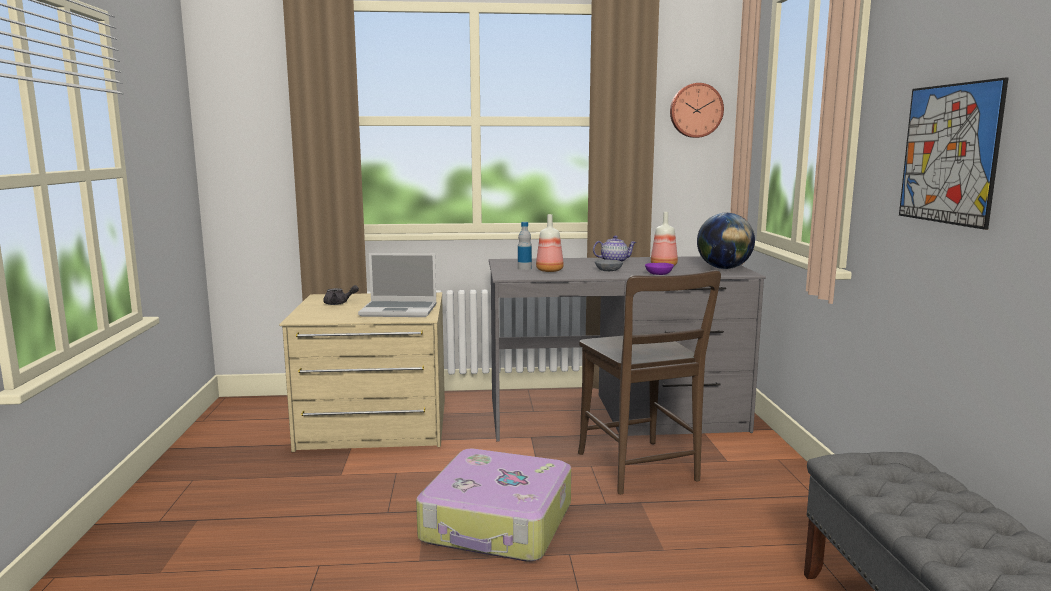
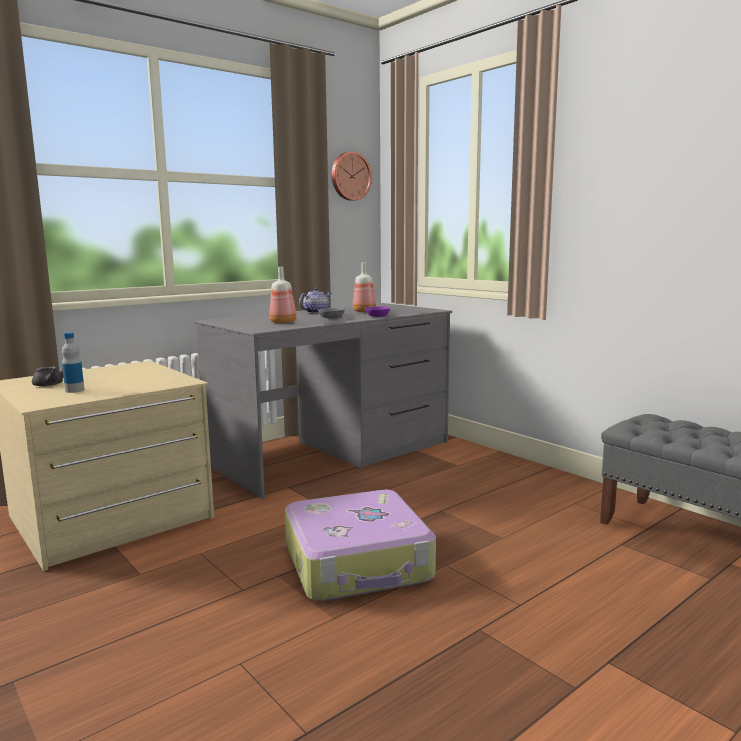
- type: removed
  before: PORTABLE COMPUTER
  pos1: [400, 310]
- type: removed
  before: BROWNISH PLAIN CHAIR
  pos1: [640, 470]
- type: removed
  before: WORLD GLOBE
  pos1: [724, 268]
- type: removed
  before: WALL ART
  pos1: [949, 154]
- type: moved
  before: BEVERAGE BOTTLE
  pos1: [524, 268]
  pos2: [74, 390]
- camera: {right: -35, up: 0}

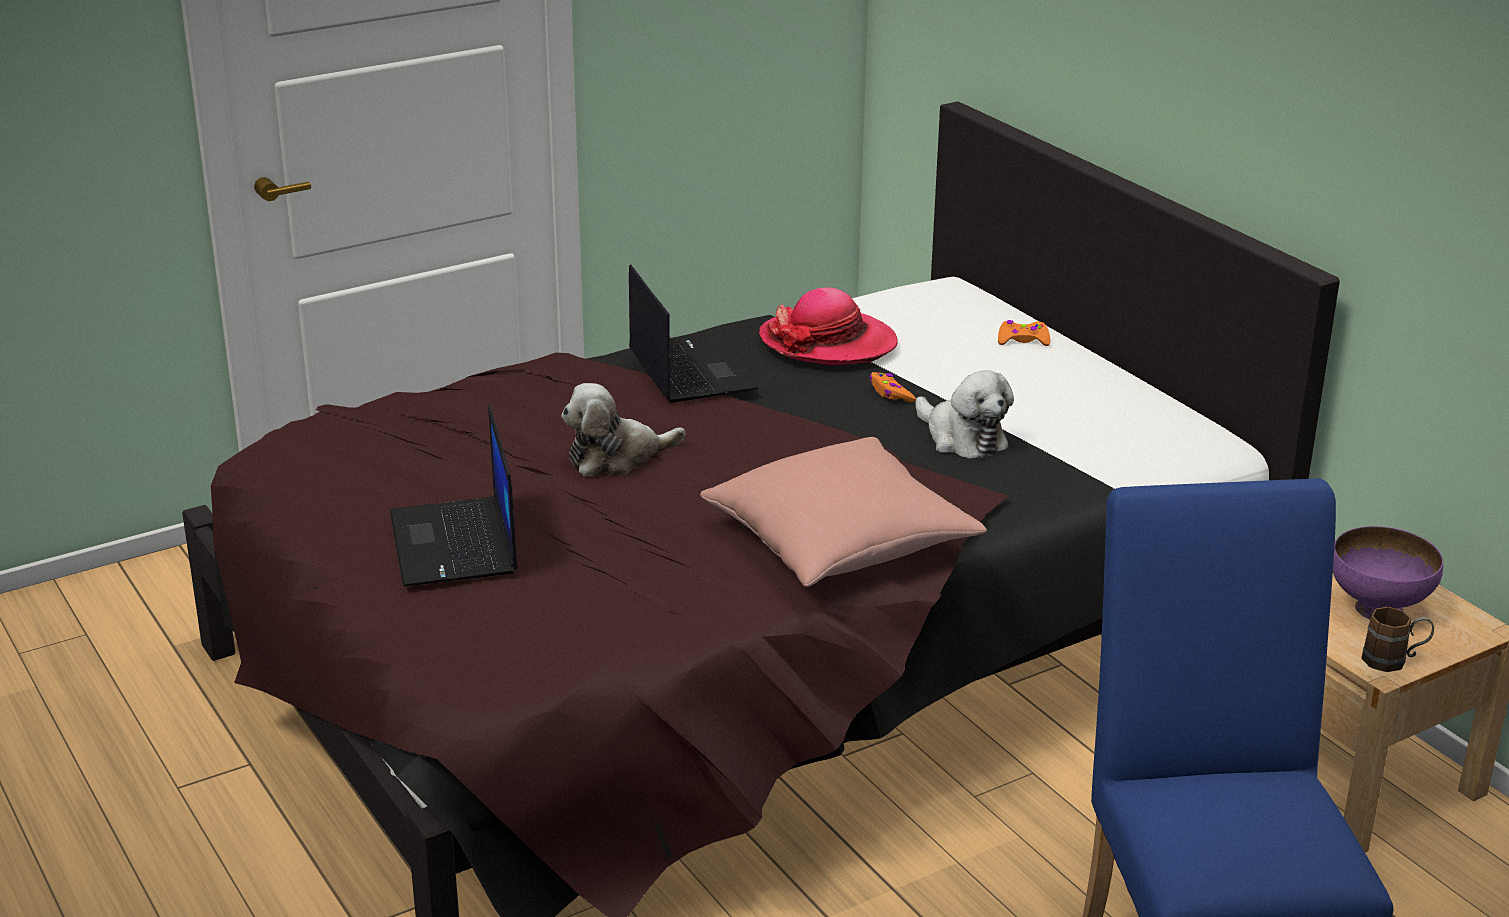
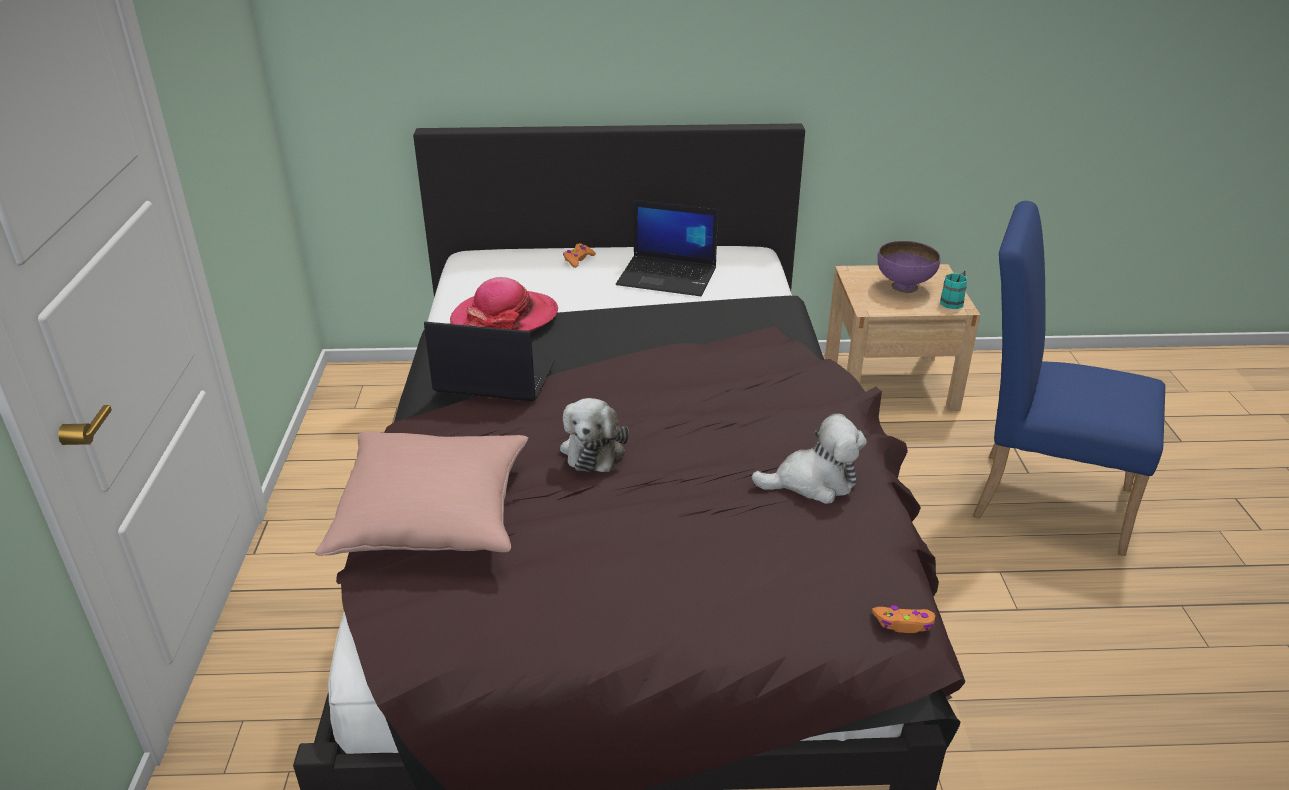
- type: moved
  before: PORTABLE COMPUTER
  pos1: [456, 544]
  pos2: [668, 276]
- type: moved
  before: PINK-COLOURED CUSHION
  pos1: [840, 543]
  pos2: [432, 515]
- type: moved
  before: ORANGE-COLOURED GAMEPAD
  pos1: [890, 394]
  pos2: [903, 624]
- type: moved
  before: CUDDLY TOY
  pos1: [962, 438]
  pos2: [813, 482]
- type: recoloured
  before: BROWNISH MUG
  after: TURQUOISE MUG
  pos1: [1394, 660]
  pos2: [953, 301]
- camera: {right: -60, up: 5}

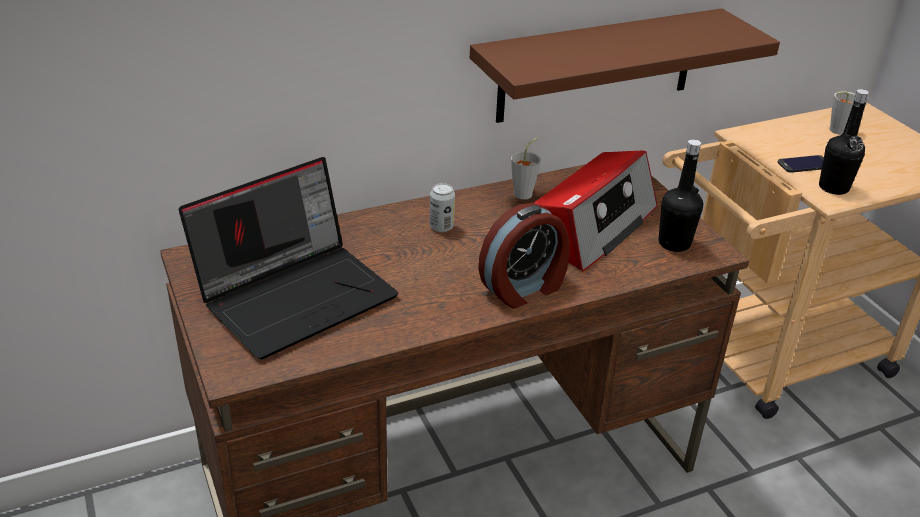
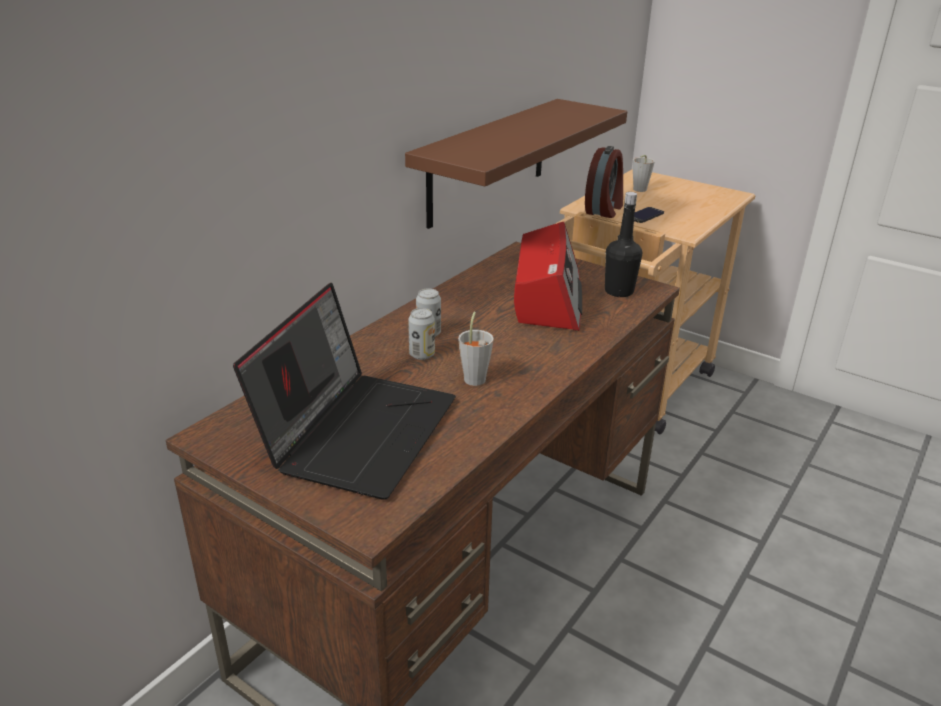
- type: removed
  before: BLACKISH BEVERAGE BOTTLE
  pos1: [833, 187]
- type: added
  after: CAN
  pos2: [422, 354]
- type: moved
  before: TABLE CLOCK
  pos1: [524, 288]
  pos2: [604, 209]
- type: moved
  before: GRAY DRINKING CUP
  pos1: [525, 192]
  pos2: [475, 377]
- camera: {right: -30, up: -5}

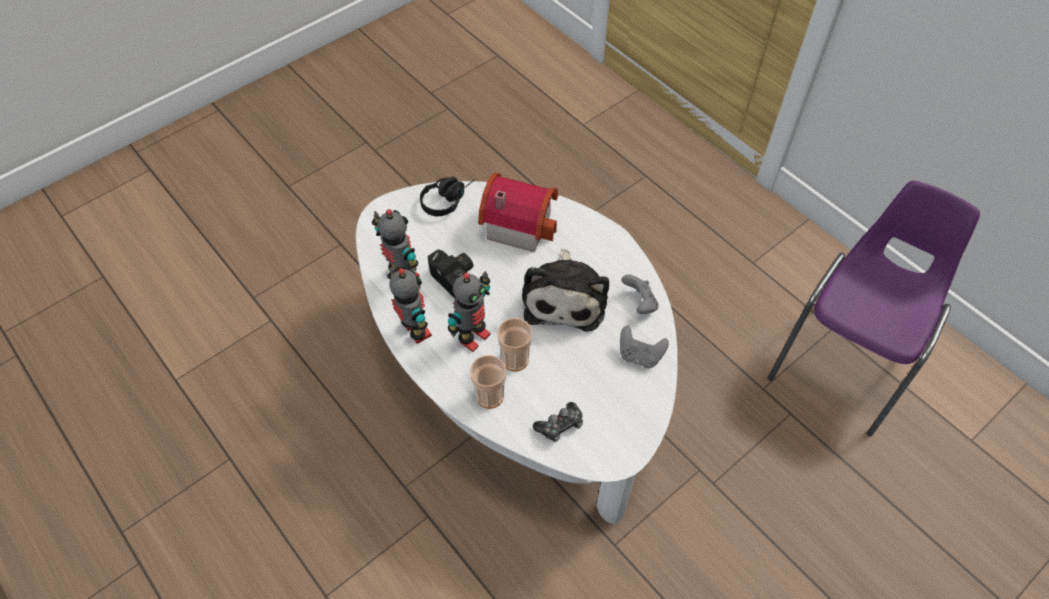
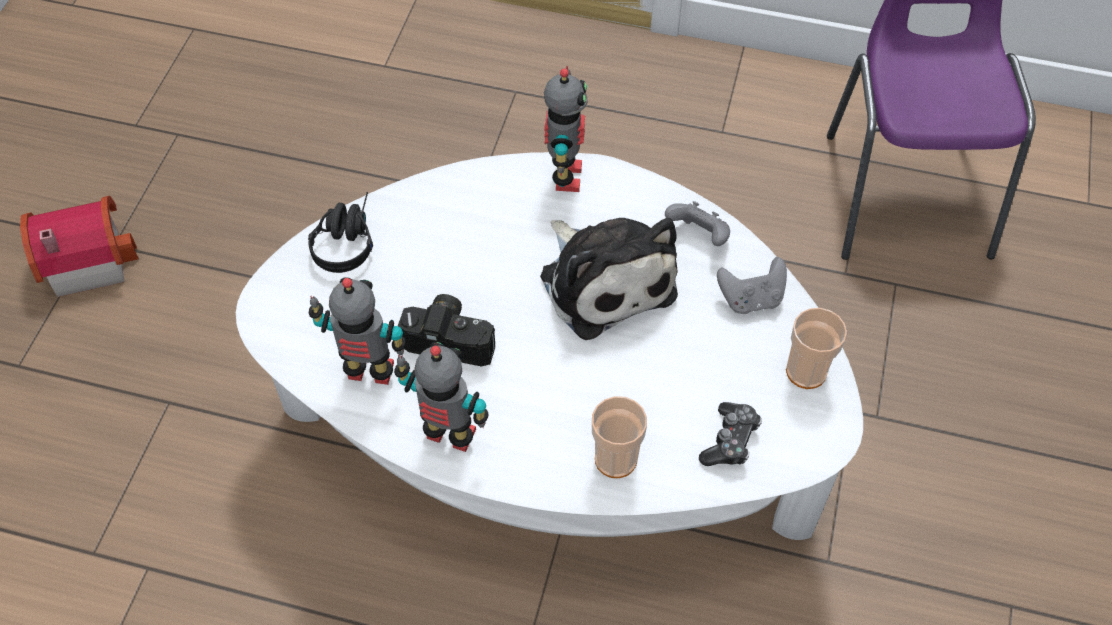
- type: moved
  before: ROBOT FIGURE
  pos1: [473, 337]
  pos2: [565, 177]
- type: moved
  before: MINIATURE HOUSE
  pos1: [518, 223]
  pos2: [85, 259]
- type: moved
  before: DRINKING CUP
  pos1: [515, 359]
  pos2: [806, 371]
- camera: {right: -35, up: 0}

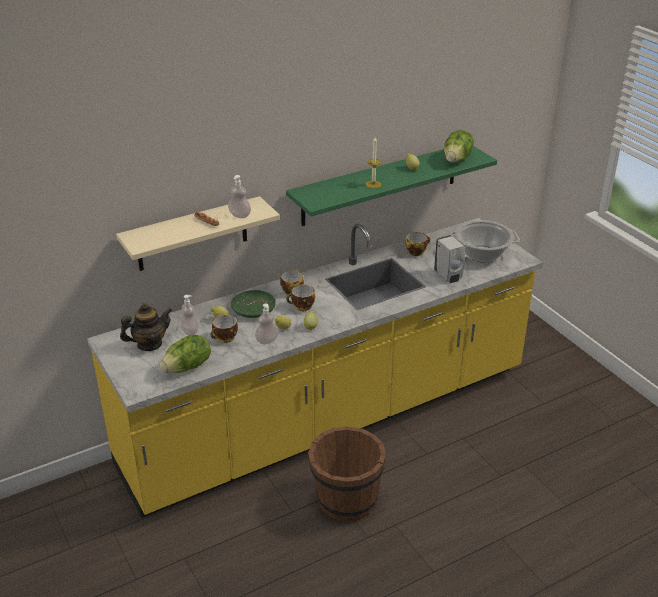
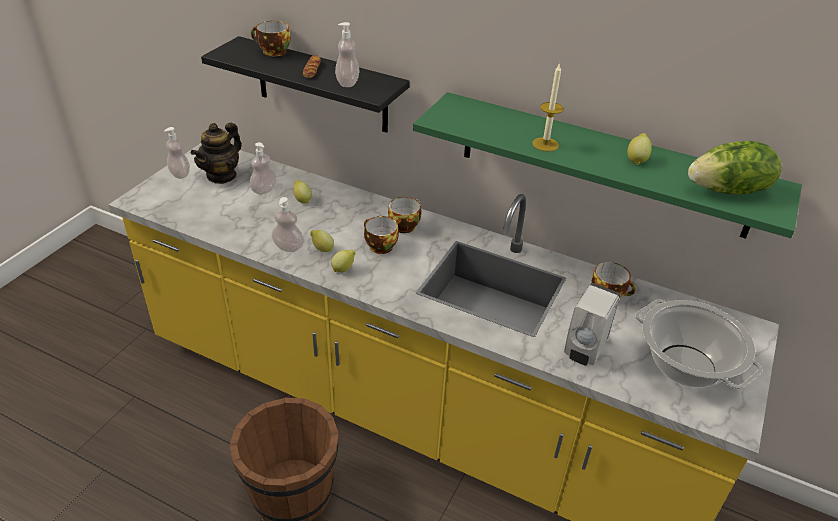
- type: removed
  before: LETTUCE
  pos1: [188, 367]
- type: removed
  before: GREEN-COLOURED FLAT DISH
  pos1: [253, 309]
- type: added
  after: SOAP DISPENSER
  pos2: [180, 174]
- type: moved
  before: DRINKING CUP
  pos1: [225, 338]
  pos2: [272, 52]
- type: recoloured
  before: SAND-COLOURED WALL SHELF
  after: BLACKISH WALL SHELF
  pos1: [192, 234]
  pos2: [321, 85]
- type: turned
  before: TEA POT
  pos1: [149, 344]
  pos2: [221, 175]
  turn: 90
- camera: {right: 55, up: 5}

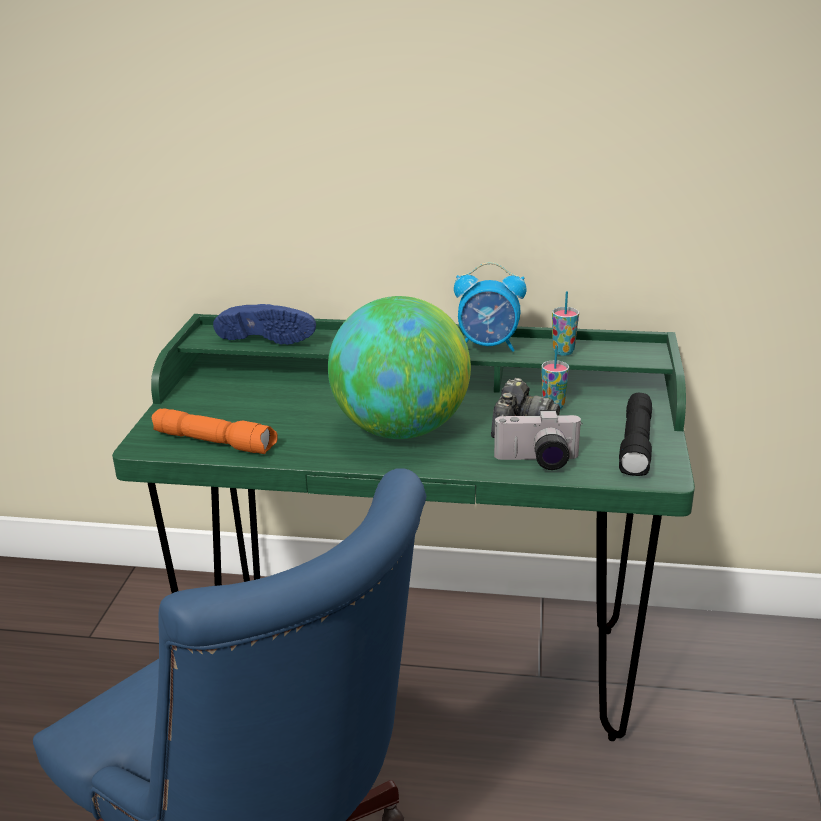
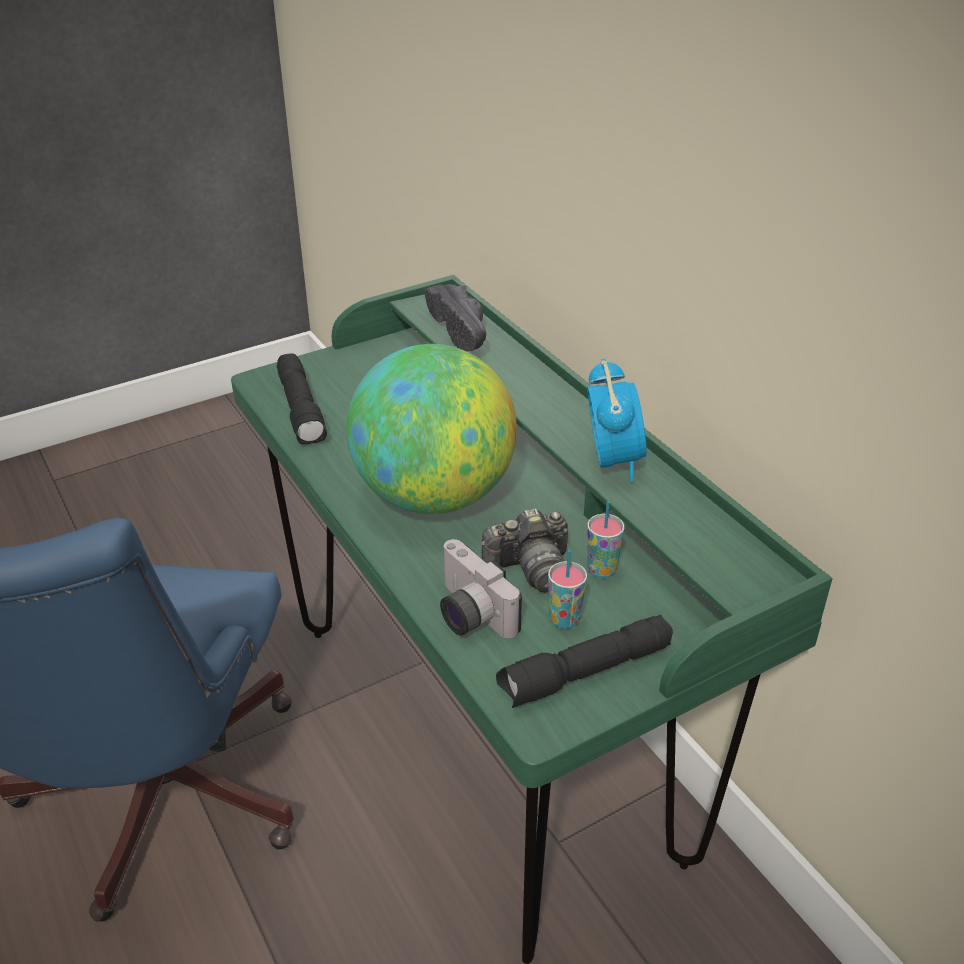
- type: moved
  before: DRINKING CUP
  pos1: [563, 352]
  pos2: [564, 619]
- type: recoloured
  before: ORANGE-COLOURED TORCH
  after: BLACKISH TORCH
  pos1: [216, 442]
  pos2: [302, 410]
- type: recoloured
  before: BLUE-COLOURED LOW SHOE
  after: BLACKISH LOW SHOE
  pos1: [269, 337]
  pos2: [465, 331]
- type: turned
  before: TABLE CLOCK
  pos1: [488, 346]
  pos2: [612, 460]
  turn: -150
- camera: {right: 50, up: 10}

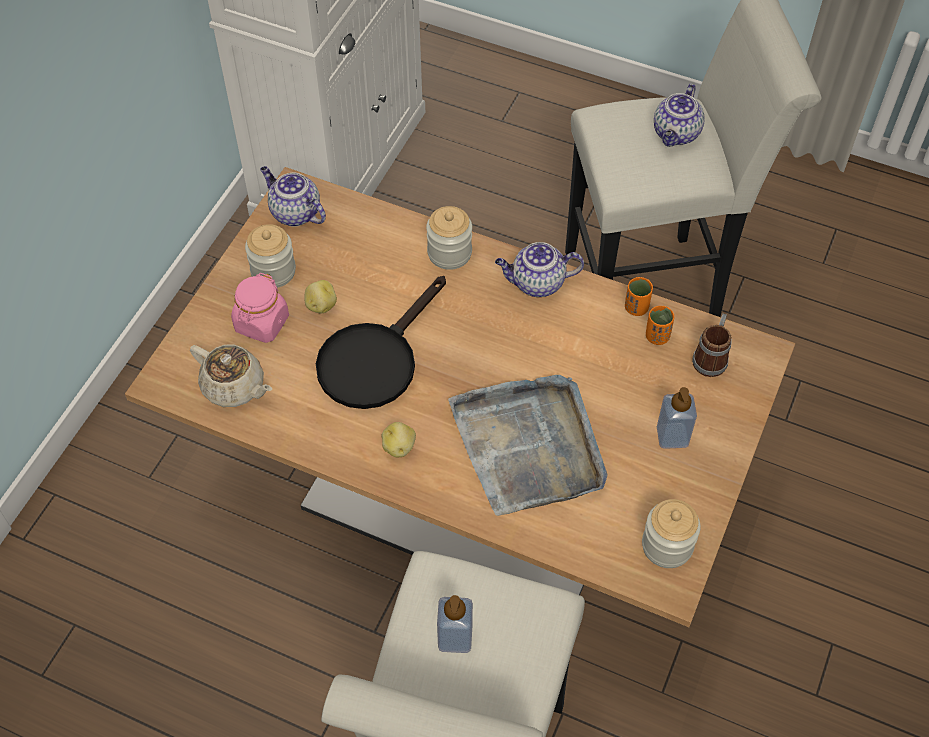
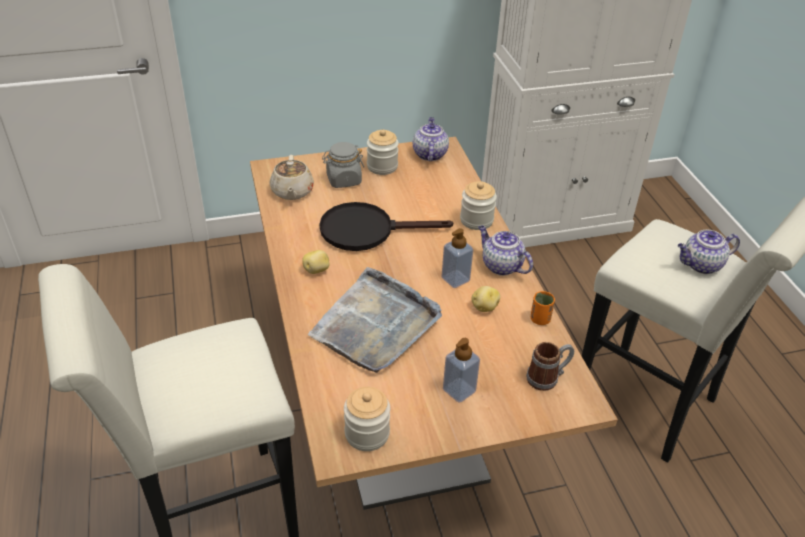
- type: removed
  before: ORANGE-COLOURED DRINKING CUP
  pos1: [657, 336]
- type: moved
  before: SPUD
  pos1: [321, 305]
  pos2: [484, 307]
- type: moved
  before: SOAP DISPENSER
  pos1: [455, 637]
  pos2: [455, 279]
- type: recoloured
  before: PINK-COLOURED JAR
  after: GRAY JAR
  pos1: [261, 323]
  pos2: [343, 180]
- camera: {right: 50, up: -15}

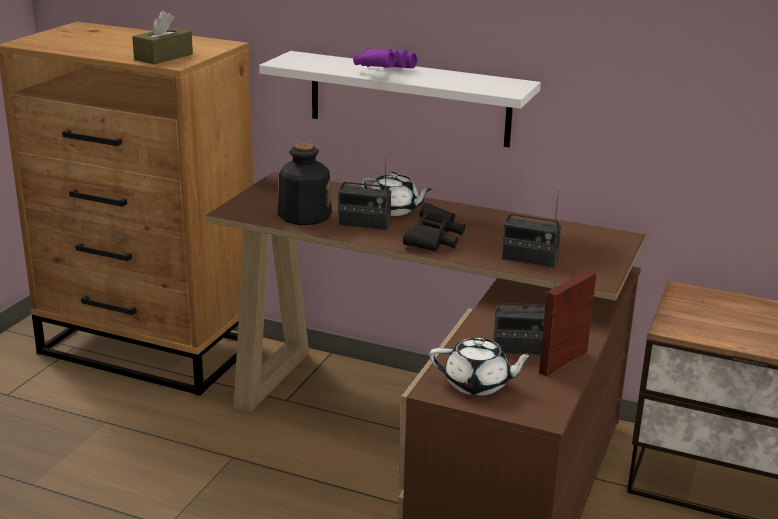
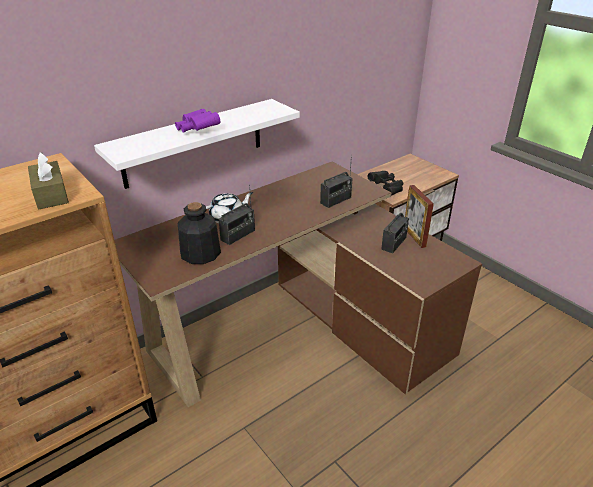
- type: removed
  before: WHITE TEA POT
  pos1: [478, 384]
- type: moved
  before: BLACKISH BINOCULARS
  pos1: [434, 241]
  pos2: [387, 188]
- camera: {right: -60, up: 10}

